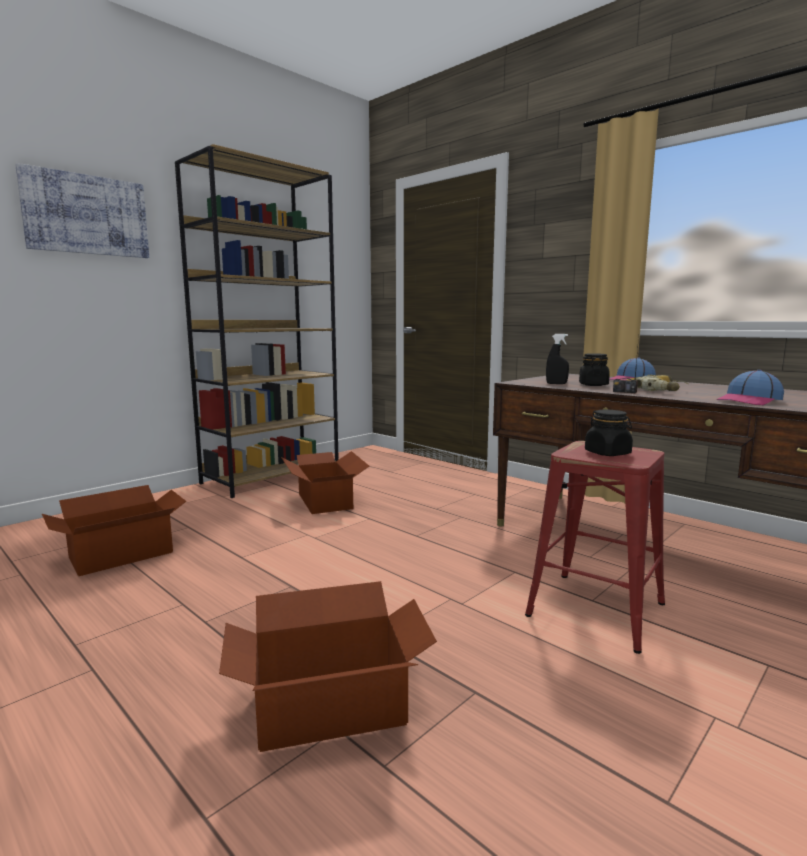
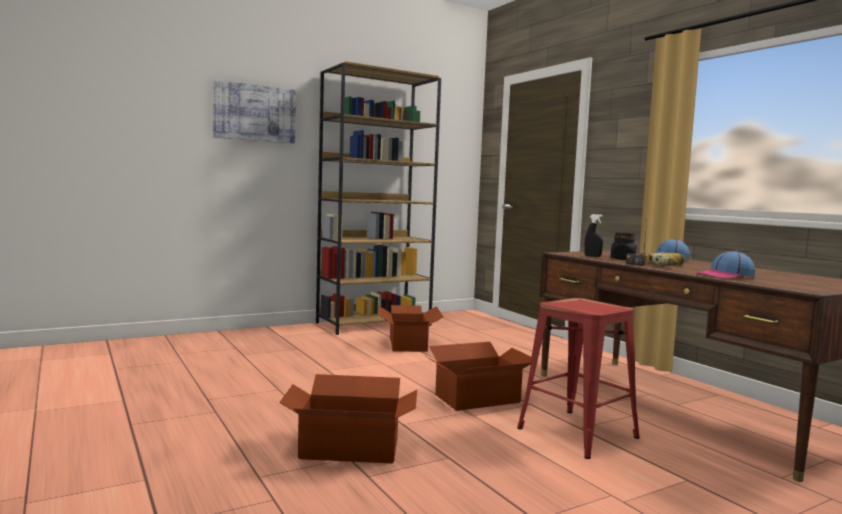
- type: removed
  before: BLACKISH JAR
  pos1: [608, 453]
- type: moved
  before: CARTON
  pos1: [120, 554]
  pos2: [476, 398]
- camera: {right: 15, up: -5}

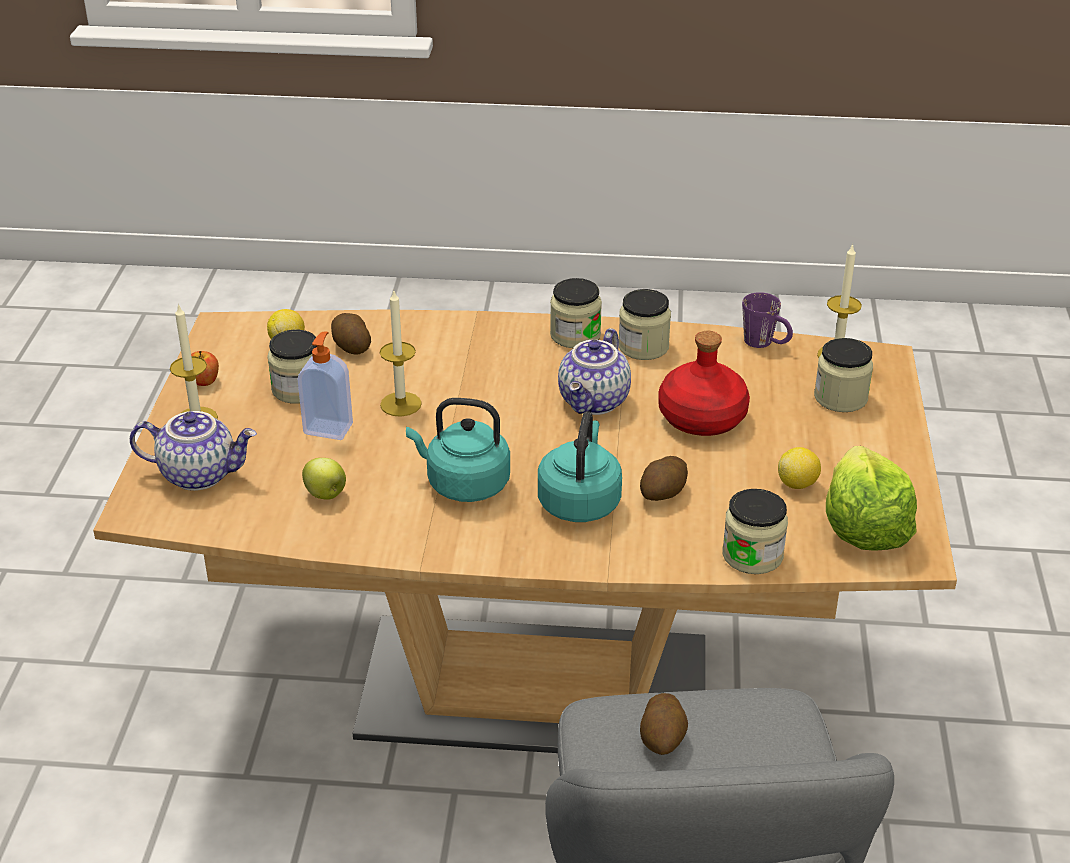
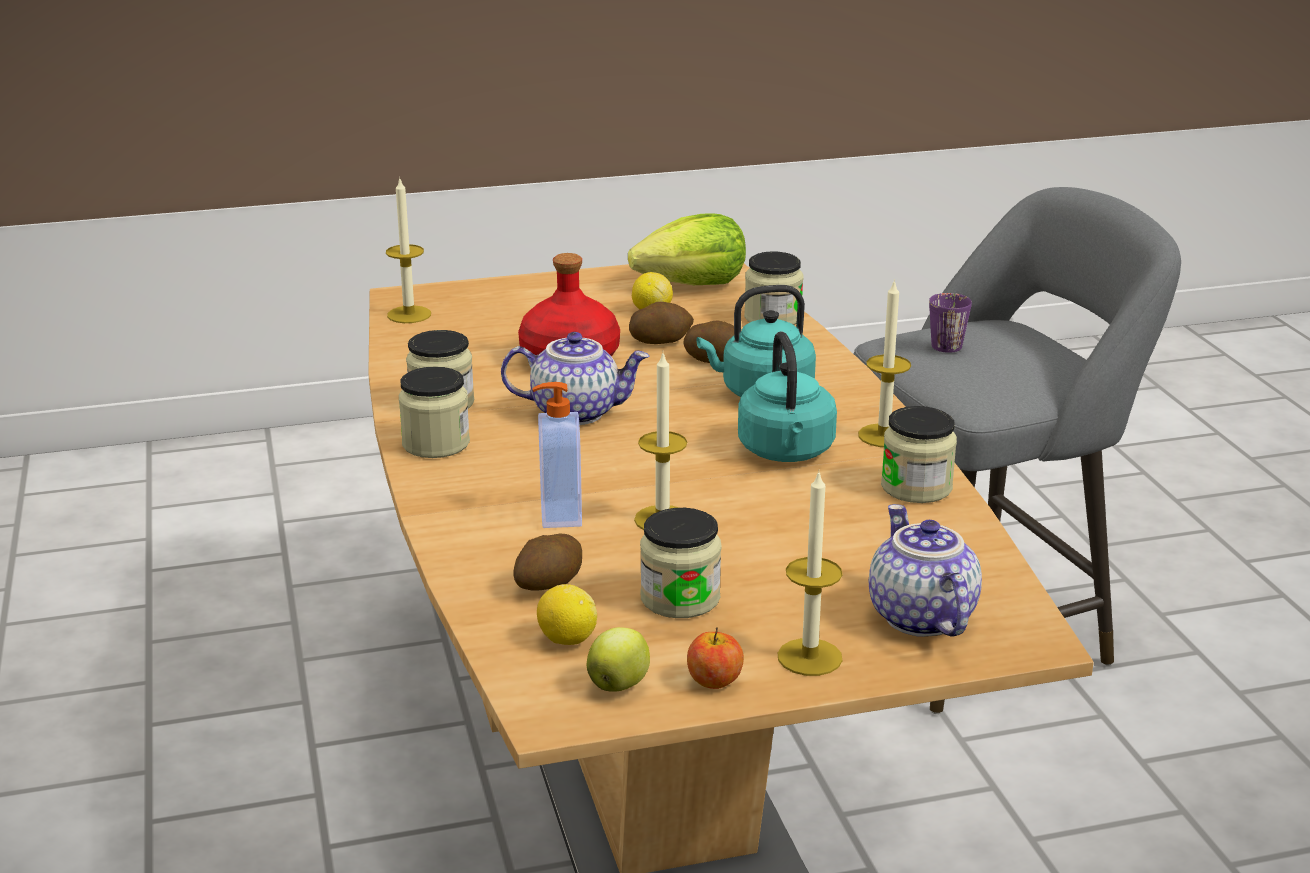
- type: added
  after: CANDLE
  pos2: [883, 436]
- type: moved
  before: SOAP DISPENSER
  pos1: [329, 428]
  pos2: [559, 515]
- type: moved
  before: WHOLE APPLE
  pos1: [326, 495]
  pos2: [619, 685]
- type: moved
  before: SPUD
  pos1: [663, 739]
  pos2: [661, 341]
- type: moved
  before: PURPLE-COLOURED MUG
  pos1: [766, 344]
  pos2: [948, 342]
- type: moved
  before: JAR
  pos1: [840, 398]
  pos2: [916, 487]
- camera: {right: -110, up: -10}

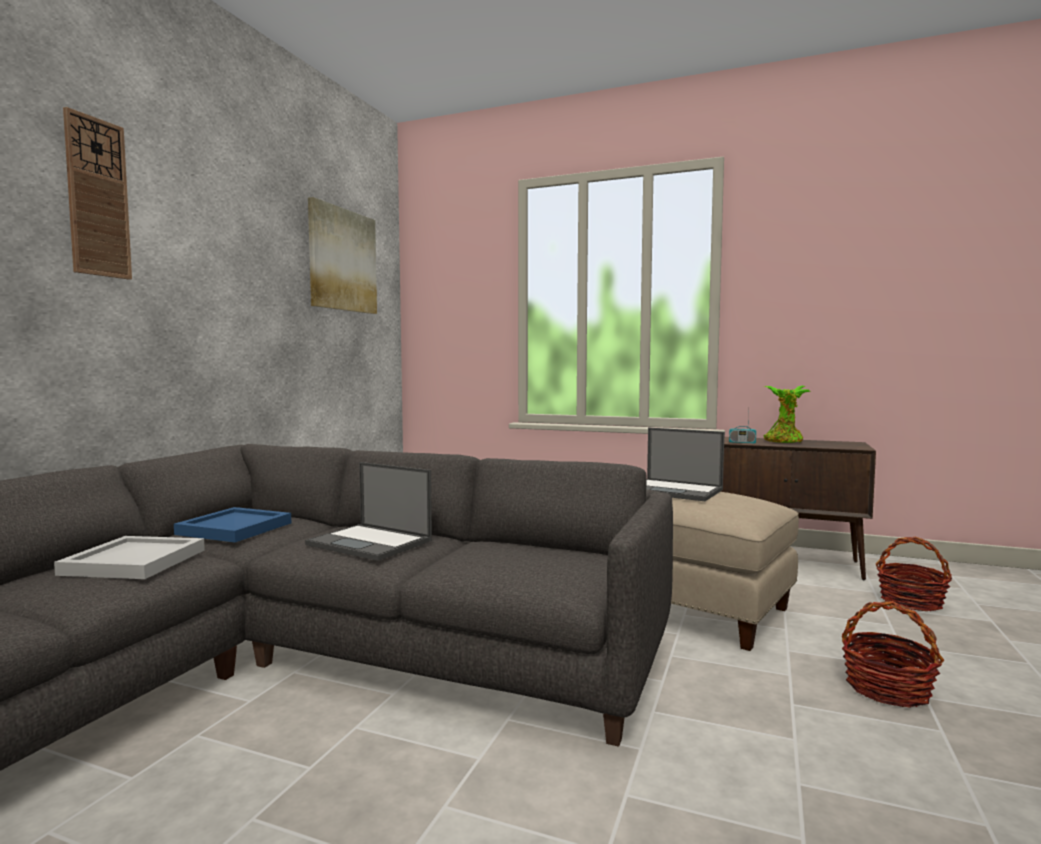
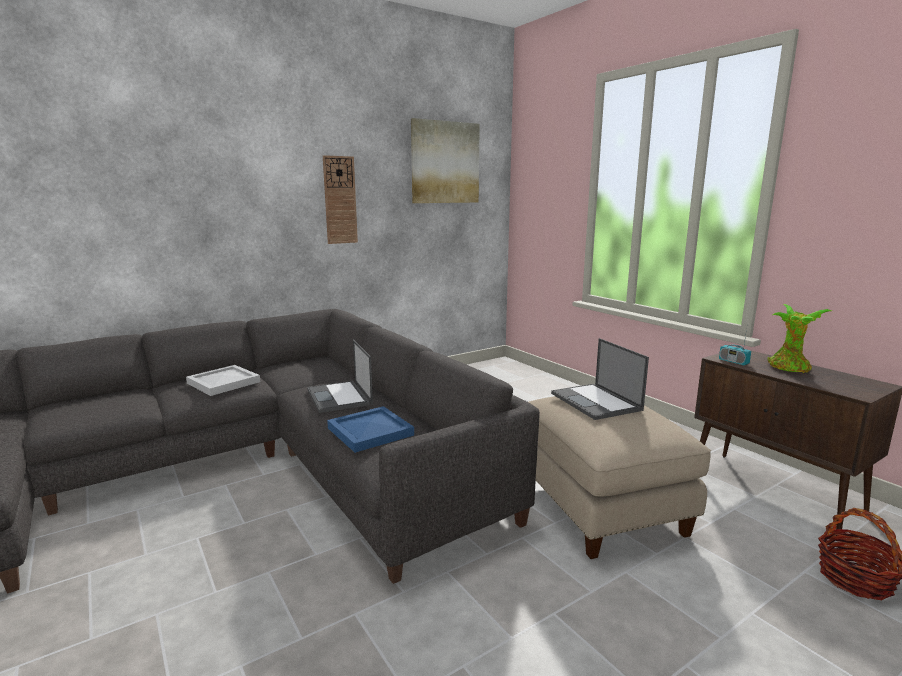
- type: removed
  before: STORAGE BASKET
  pos1: [887, 689]
- type: moved
  before: WALL CLOCK
  pos1: [97, 198]
  pos2: [340, 200]
- type: moved
  before: BLUE-COLOURED TRAY
  pos1: [234, 529]
  pos2: [369, 432]
- camera: {right: 35, up: 10}

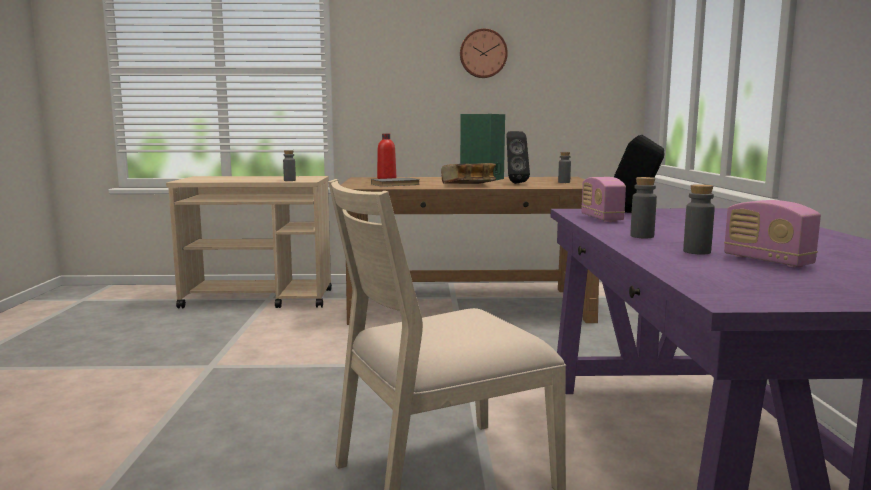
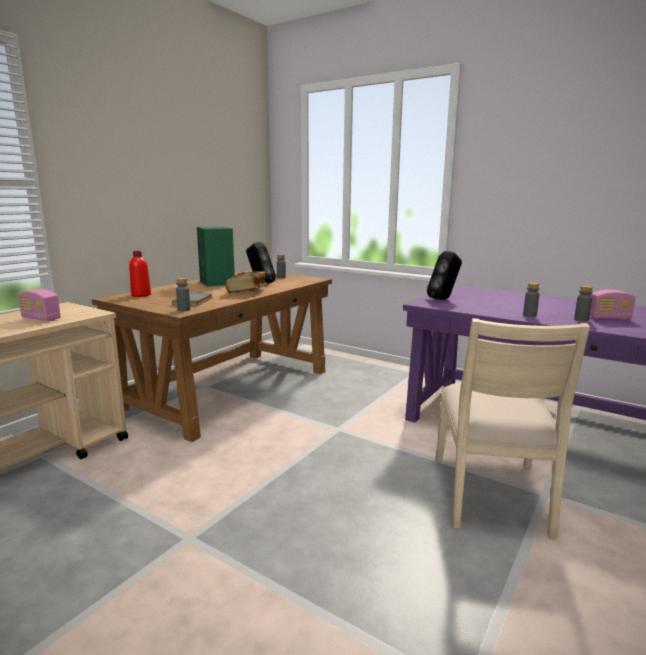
- type: removed
  before: WALL CLOCK
  pos1: [483, 53]
- type: moved
  before: GRAY BEVERAGE BOTTLE
  pos1: [289, 180]
  pos2: [184, 310]
- type: moved
  before: RADIO SET
  pos1: [601, 218]
  pos2: [41, 319]
- camera: {right: -55, up: 5}

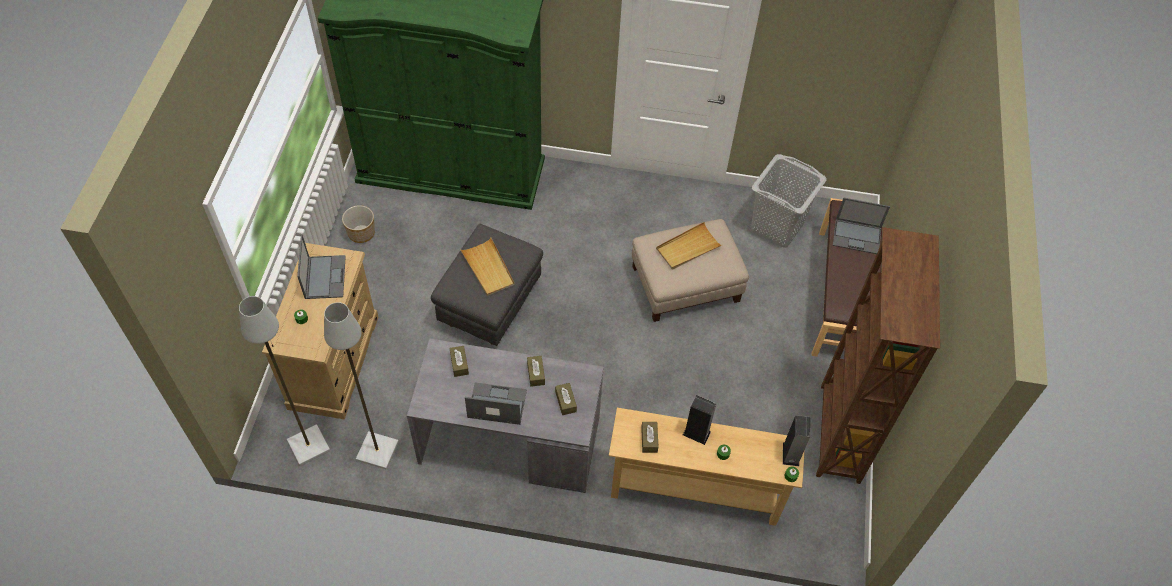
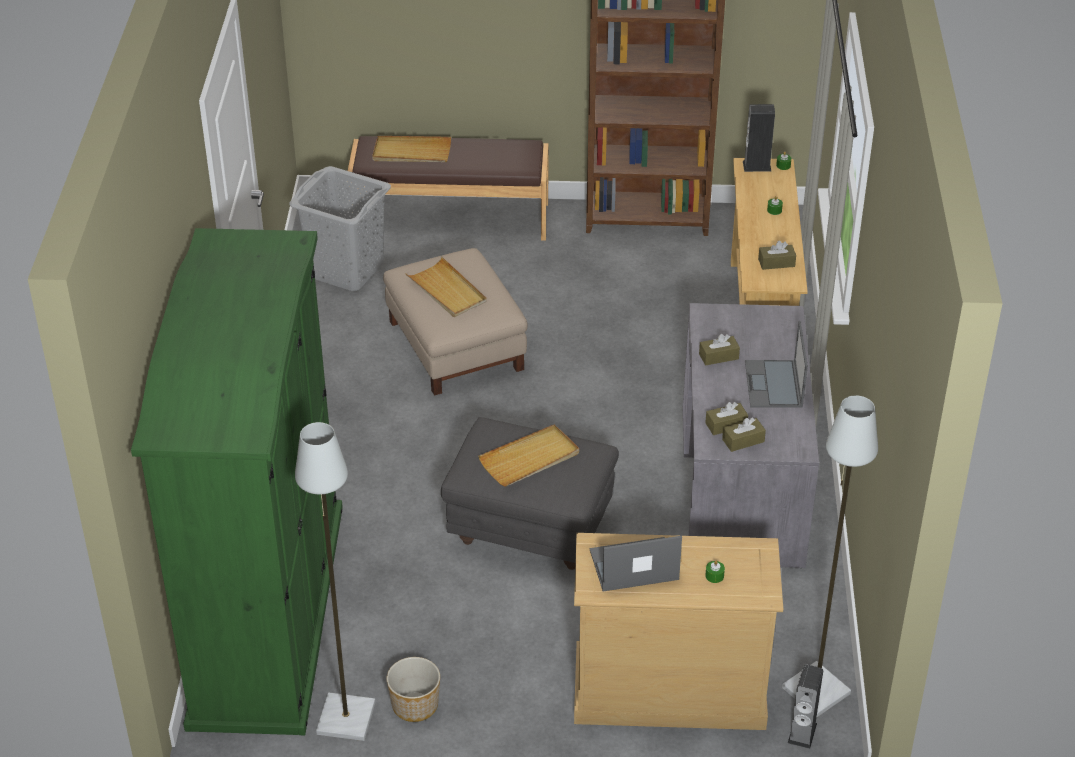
- type: moved
  before: GRAY FLOOR LAMP
  pos1: [376, 451]
  pos2: [347, 719]
- type: moved
  before: BROWNISH TISSUE HOLDER
  pos1: [565, 401]
  pos2: [743, 440]
- type: moved
  before: LOUDSPEAKER
  pos1: [696, 433]
  pos2: [802, 733]
- type: replaced
  before: PORTABLE COMPUTER
  after: SAND-COLOURED TRAY
  pos1: [857, 236]
  pos2: [411, 152]
- camera: {right: -95, up: -15}

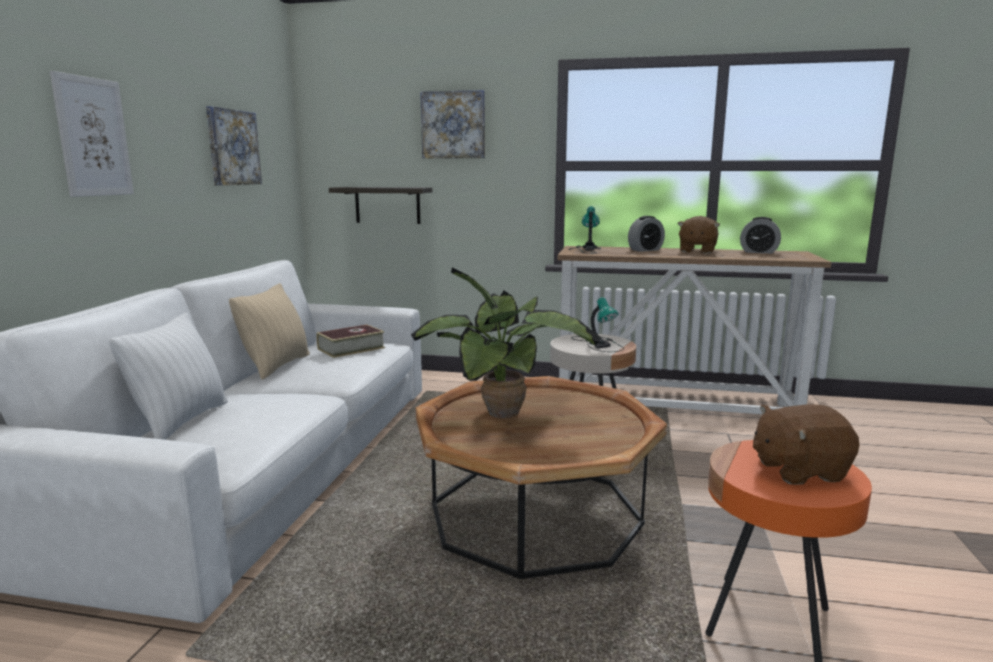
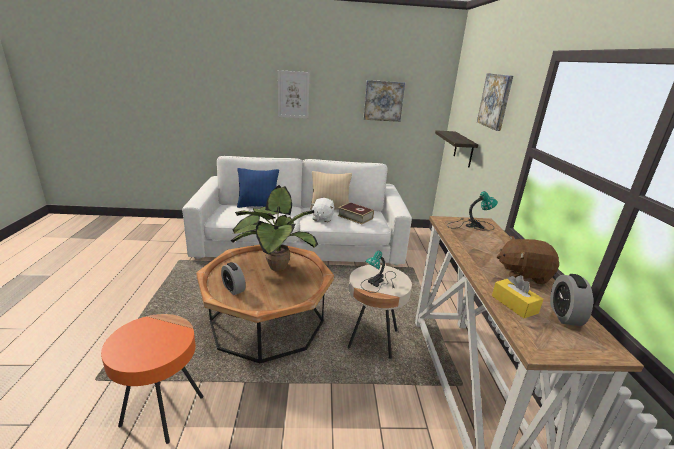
- type: removed
  before: BROWNISH CUDDLY TOY
  pos1: [798, 470]
- type: added
  after: WHITE CUDDLY TOY
  pos2: [322, 218]
- type: added
  after: YELLOWISH TISSUE HOLDER
  pos2: [514, 304]
- type: moved
  before: TABLE CLOCK
  pos1: [645, 250]
  pos2: [233, 289]
- type: recoloured
  before: WHITE CUSHION
  after: BLUE-COLOURED CUSHION
  pos1: [181, 421]
  pos2: [258, 206]
- camera: {right: 75, up: 10}

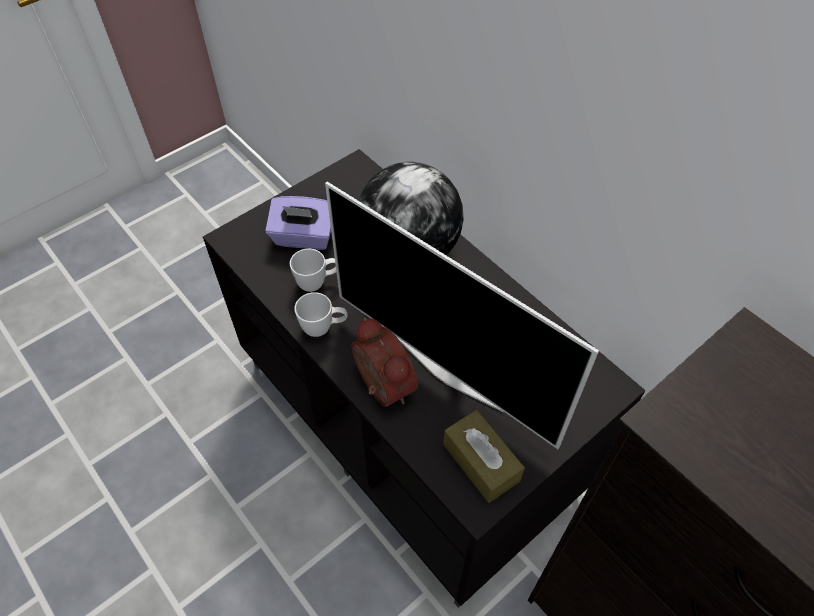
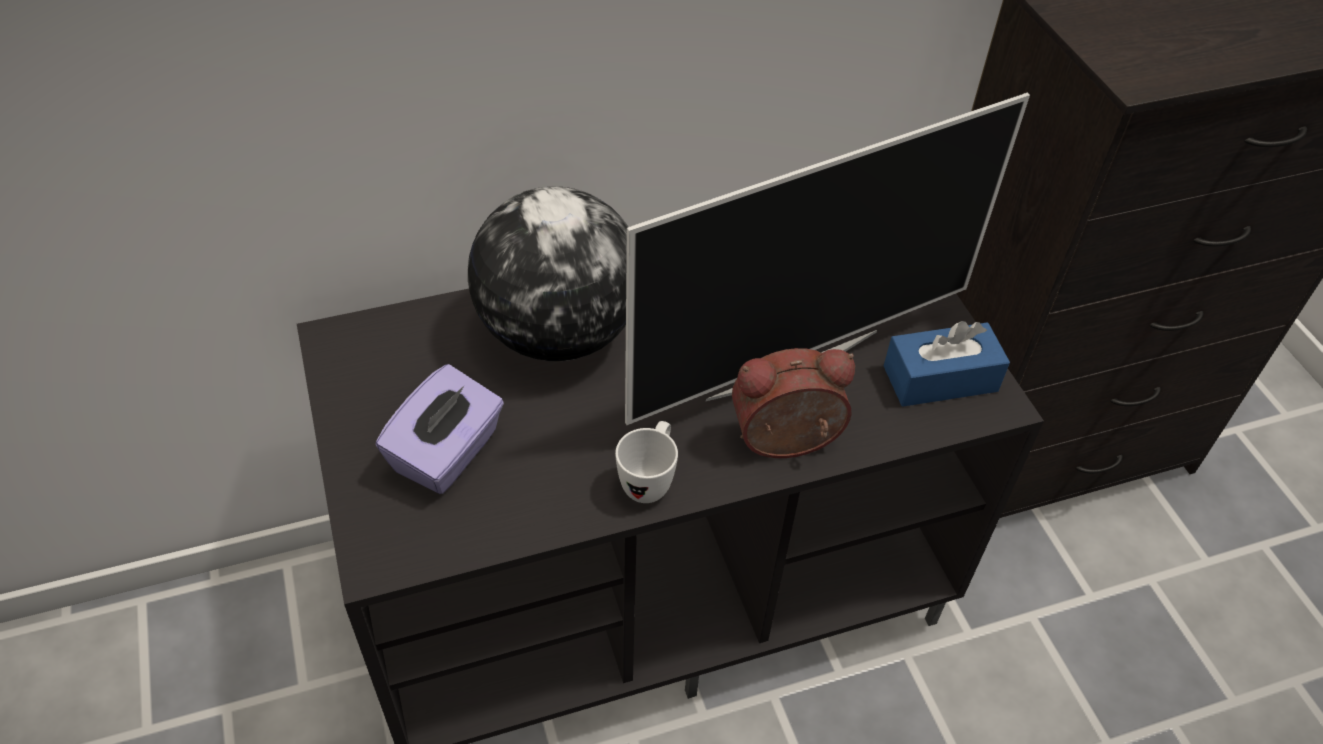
- type: removed
  before: WHITE MUG
  pos1: [318, 282]
- type: recoloured
  before: BROWNISH TISSUE HOLDER
  after: BLUE-COLOURED TISSUE HOLDER
  pos1: [481, 462]
  pos2: [940, 379]
- camera: {right: -70, up: -5}

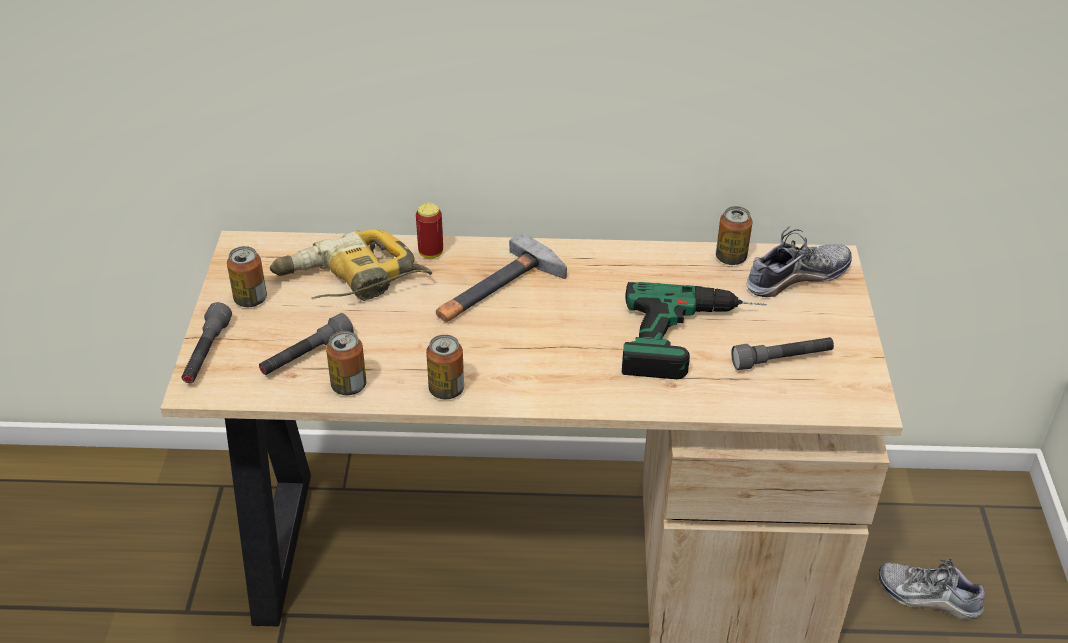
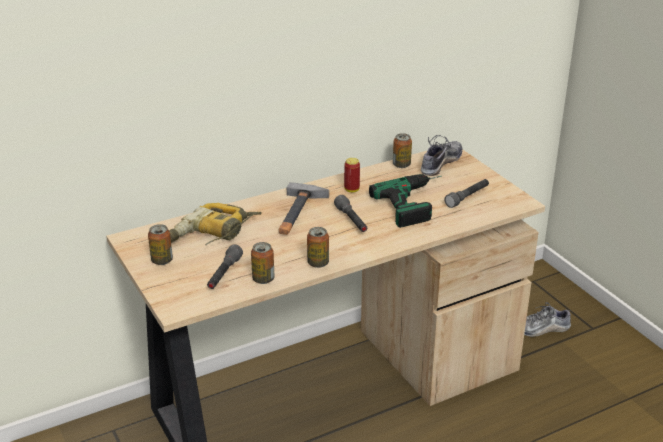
- type: moved
  before: GRAY TORCH
  pos1: [206, 353]
  pos2: [351, 220]
- type: moved
  before: CAN
  pos1: [431, 253]
  pos2: [351, 190]
- camera: {right: -30, up: -10}

